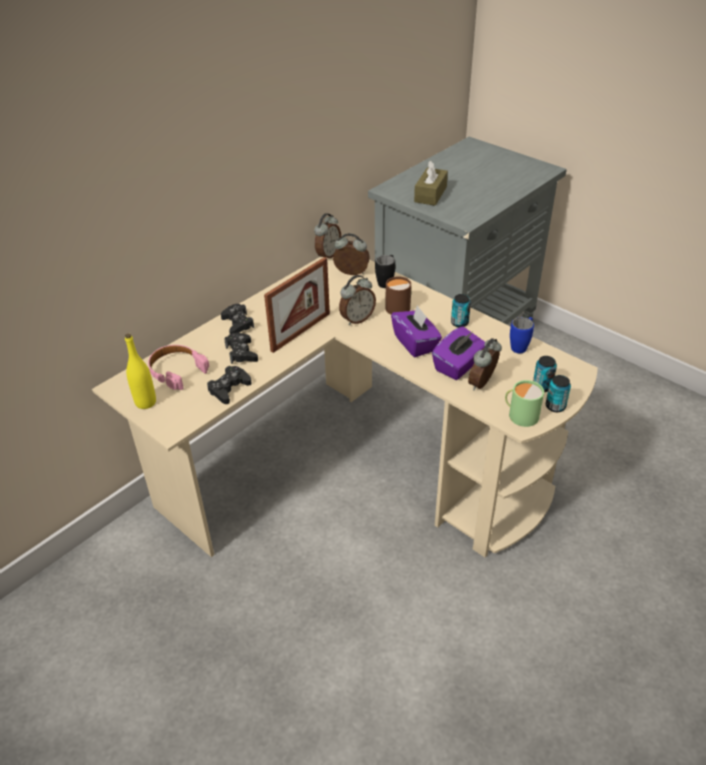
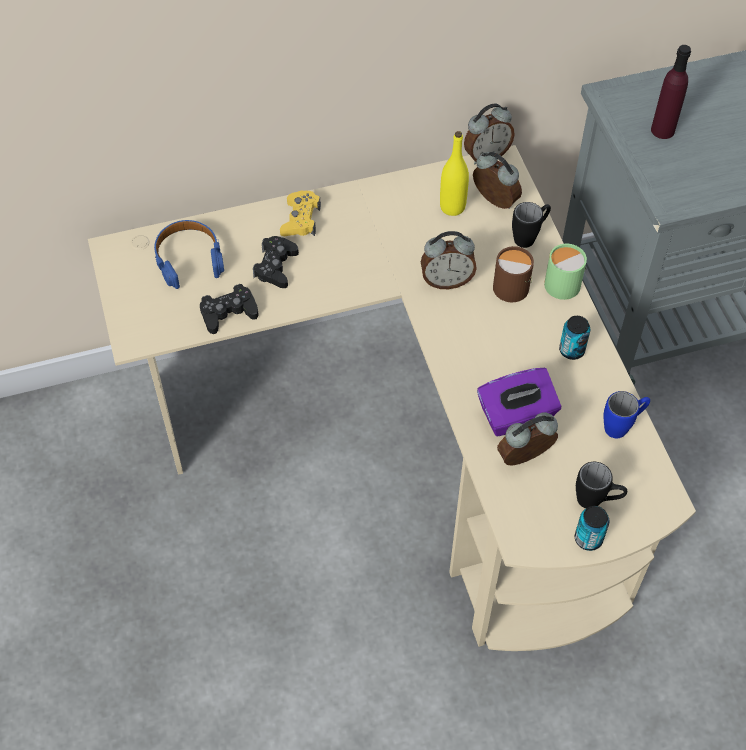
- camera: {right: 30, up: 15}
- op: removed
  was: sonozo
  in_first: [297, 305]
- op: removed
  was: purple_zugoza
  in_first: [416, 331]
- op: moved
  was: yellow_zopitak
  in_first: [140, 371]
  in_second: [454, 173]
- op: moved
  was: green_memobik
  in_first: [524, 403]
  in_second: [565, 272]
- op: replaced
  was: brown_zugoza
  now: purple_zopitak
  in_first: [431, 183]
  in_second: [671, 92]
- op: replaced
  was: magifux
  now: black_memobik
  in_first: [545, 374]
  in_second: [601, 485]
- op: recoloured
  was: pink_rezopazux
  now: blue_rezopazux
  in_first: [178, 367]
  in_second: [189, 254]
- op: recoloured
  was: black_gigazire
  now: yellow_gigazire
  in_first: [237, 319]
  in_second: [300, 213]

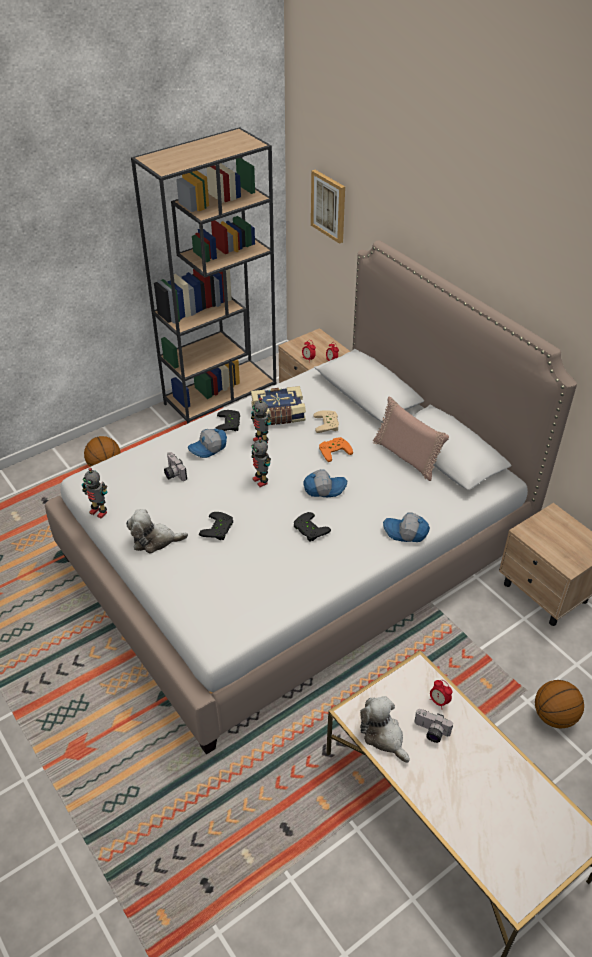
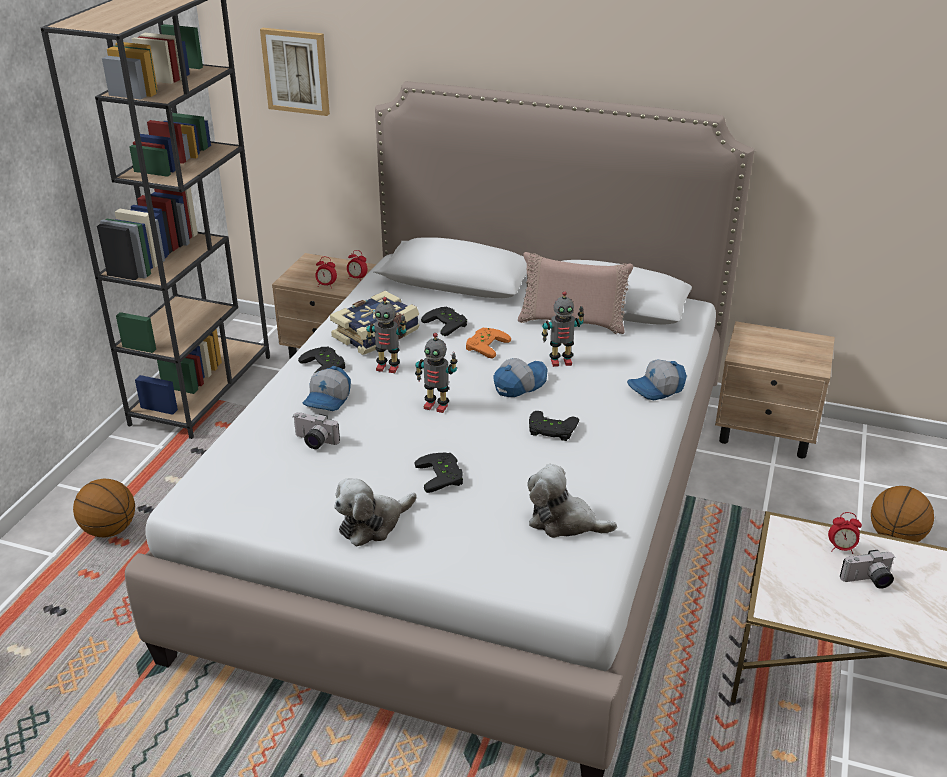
- camera: {right: -35, up: -10}
- op: moved
  was: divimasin
  in_first: [94, 493]
  in_second: [563, 329]
- op: moved
  was: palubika
  in_first: [385, 729]
  in_second: [572, 501]
- op: recoloured
  was: beige_gigazire
  now: black_gigazire
  in_first: [326, 421]
  in_second: [444, 321]

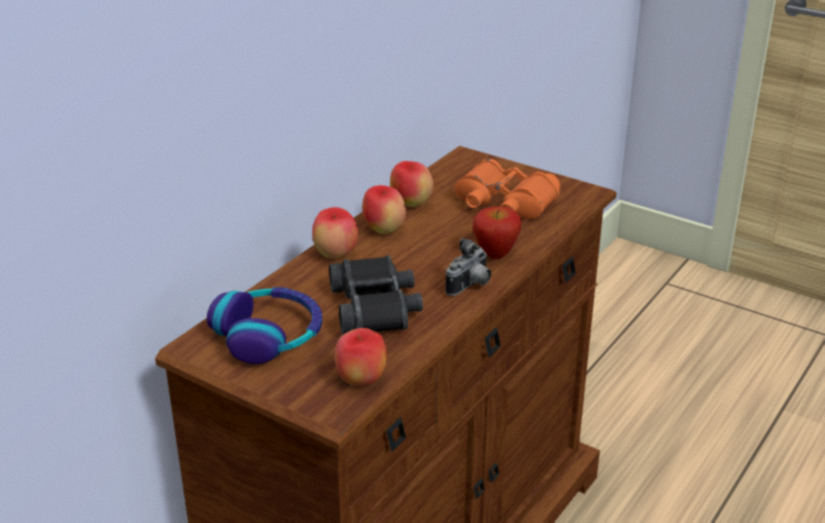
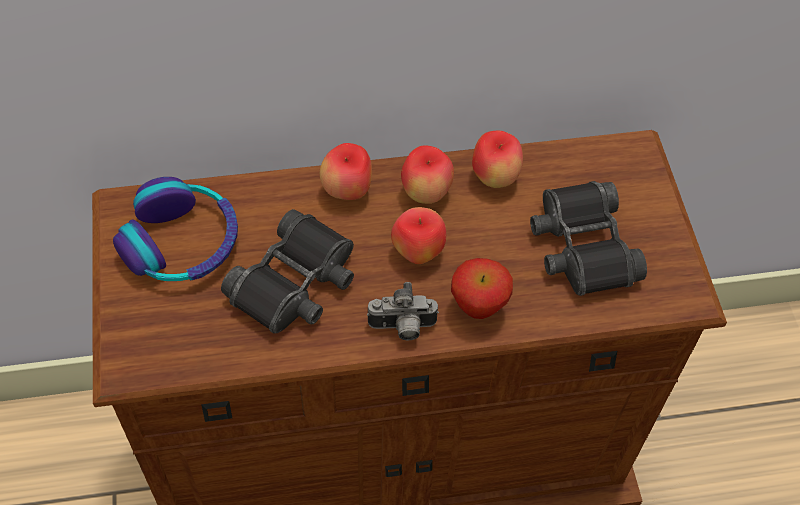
- camera: {right: 45, up: 25}
- op: moved
  was: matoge
  in_first: [361, 356]
  in_second: [418, 235]
- op: recoloured
  was: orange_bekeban
  now: black_bekeban
  in_first: [507, 189]
  in_second: [588, 238]

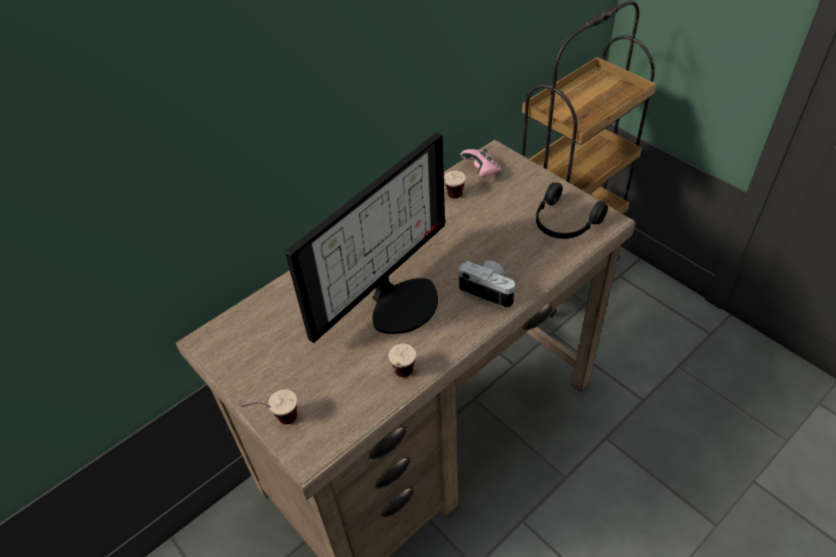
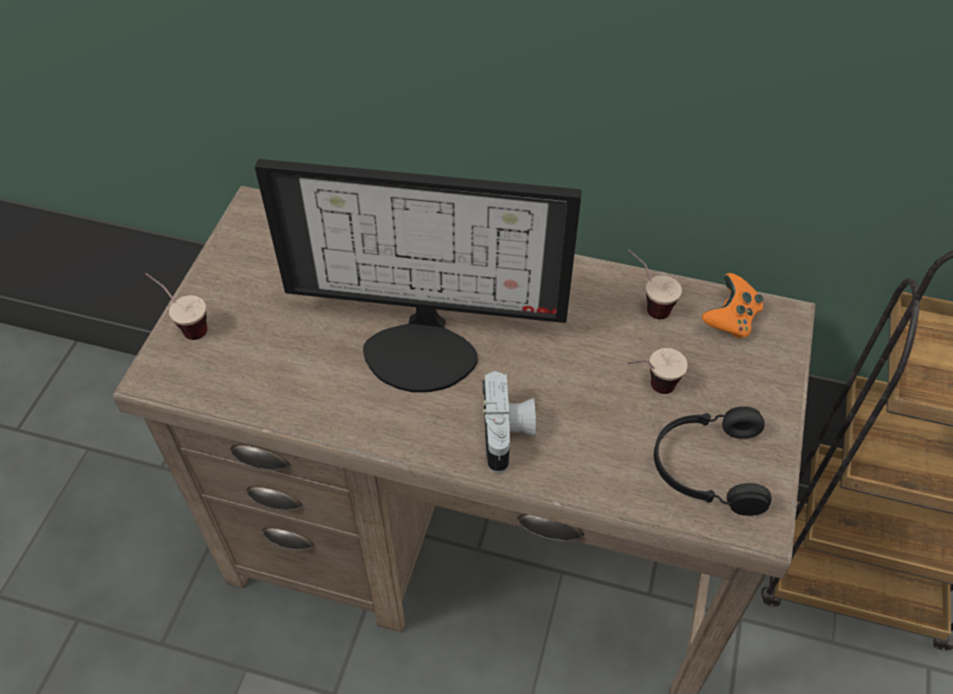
- camera: {right: 55, up: 5}
- op: moved
  was: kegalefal
  in_first: [402, 360]
  in_second: [657, 371]
- op: recoloured
  was: pink_gigazire
  now: orange_gigazire
  in_first: [480, 163]
  in_second: [732, 306]

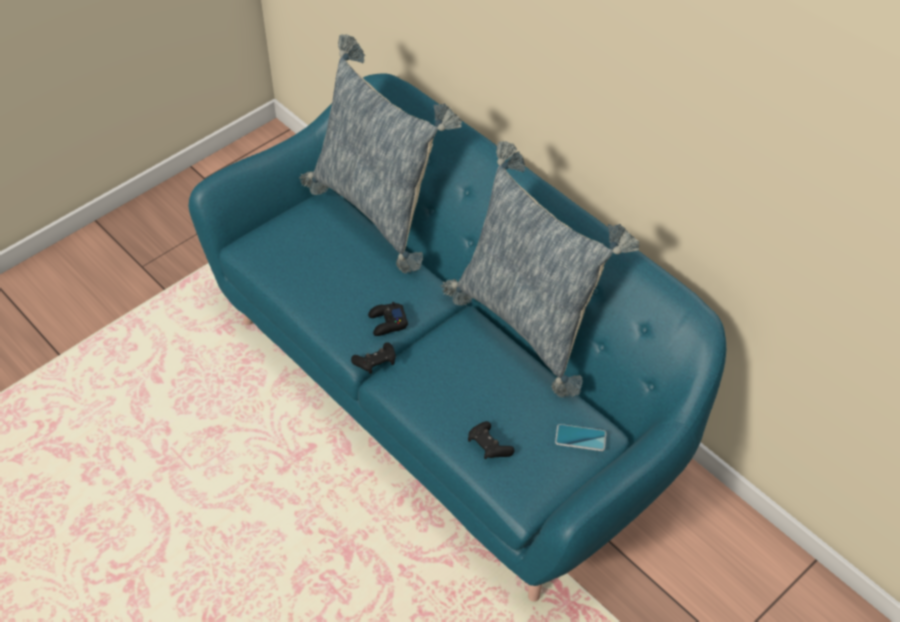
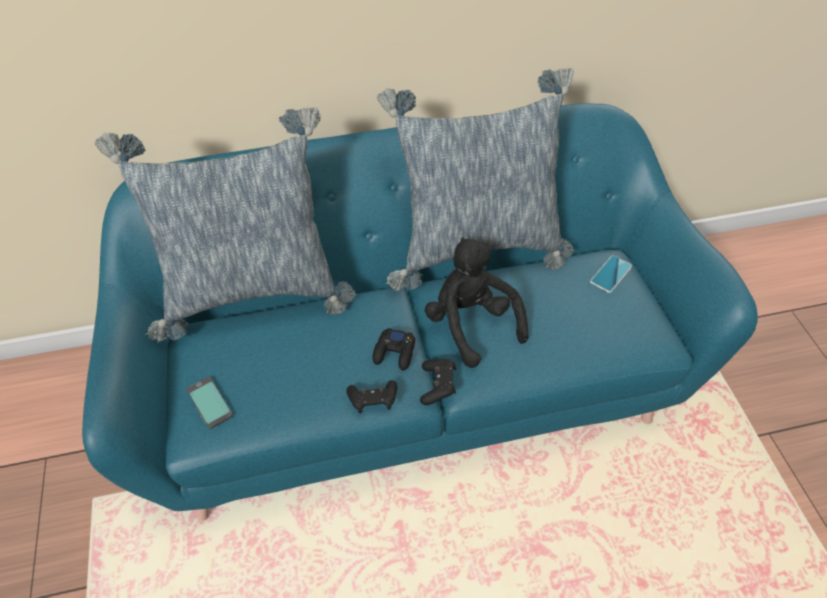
- camera: {right: -60, up: 0}
- op: added
  now: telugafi
  in_second: [209, 403]
- op: added
  now: black_palubika
  in_second: [477, 302]
- op: moved
  was: black_gigazire
  in_first: [491, 440]
  in_second: [372, 397]

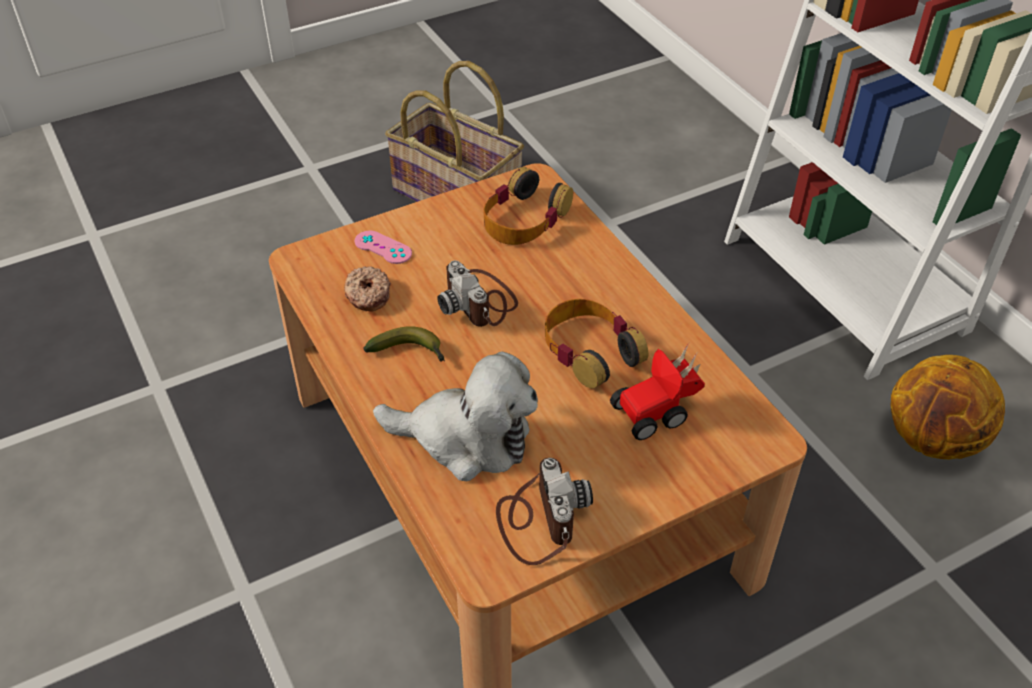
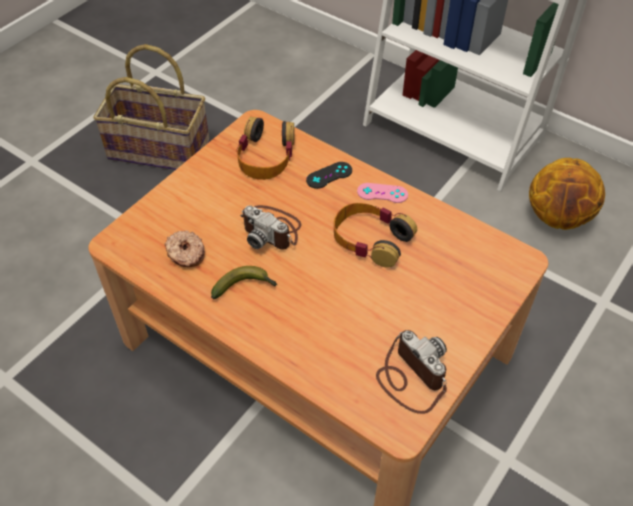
- camera: {right: -25, up: 5}
- op: removed
  was: palubika
  in_first: [455, 416]
- op: removed
  was: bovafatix
  in_first: [657, 391]
- op: added
  now: black_gigazire
  in_second: [329, 175]
- op: moved
  was: pink_gigazire
  in_first: [383, 247]
  in_second: [382, 193]

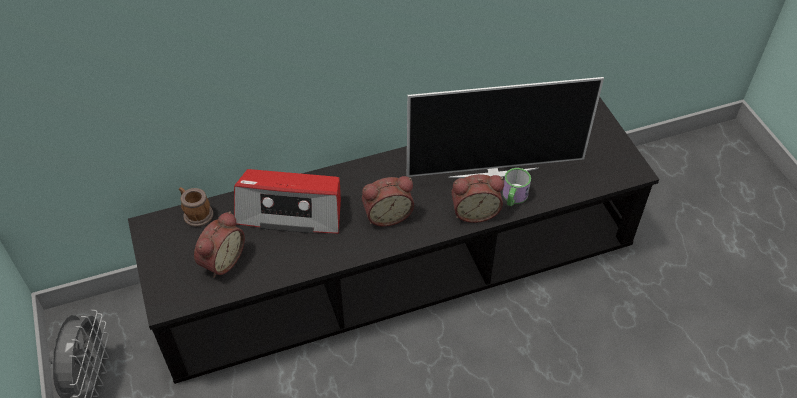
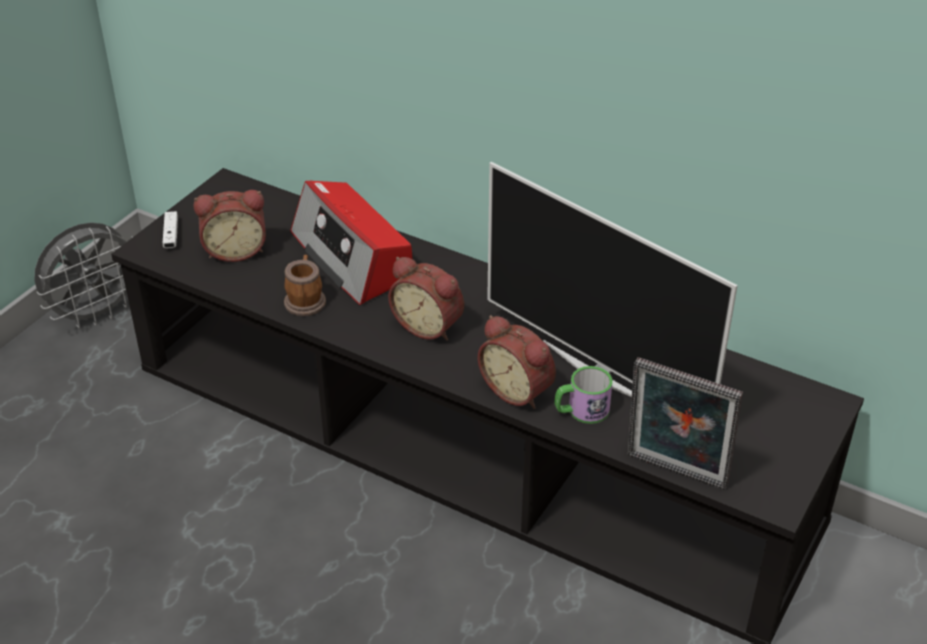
- camera: {right: 50, up: -10}
- op: added
  now: white_gigazire
  in_second: [170, 229]
- op: added
  now: sonozo
  in_second: [685, 423]
- op: moved
  was: memobik
  in_first: [196, 207]
  in_second: [305, 285]

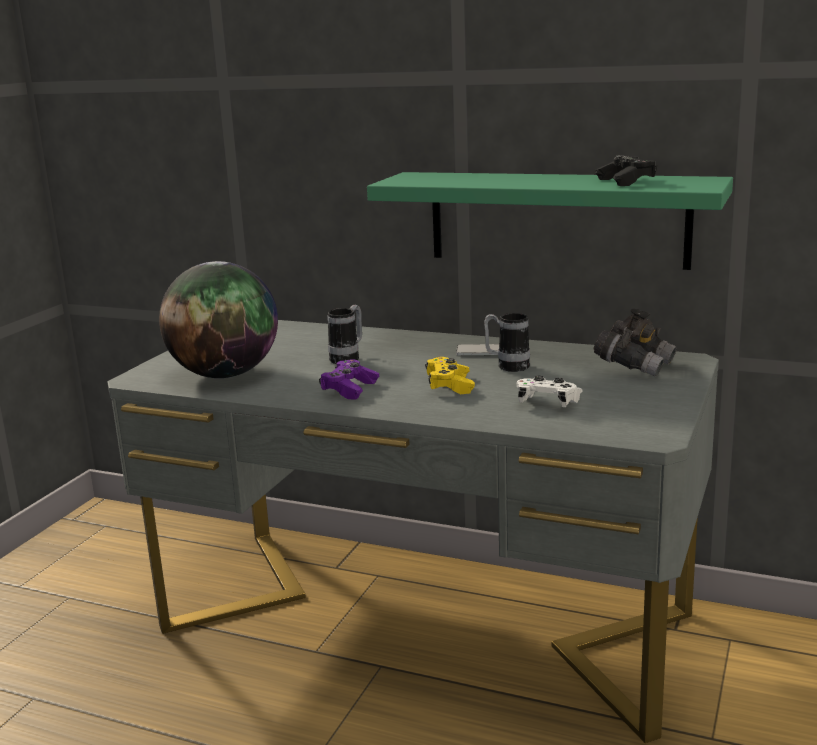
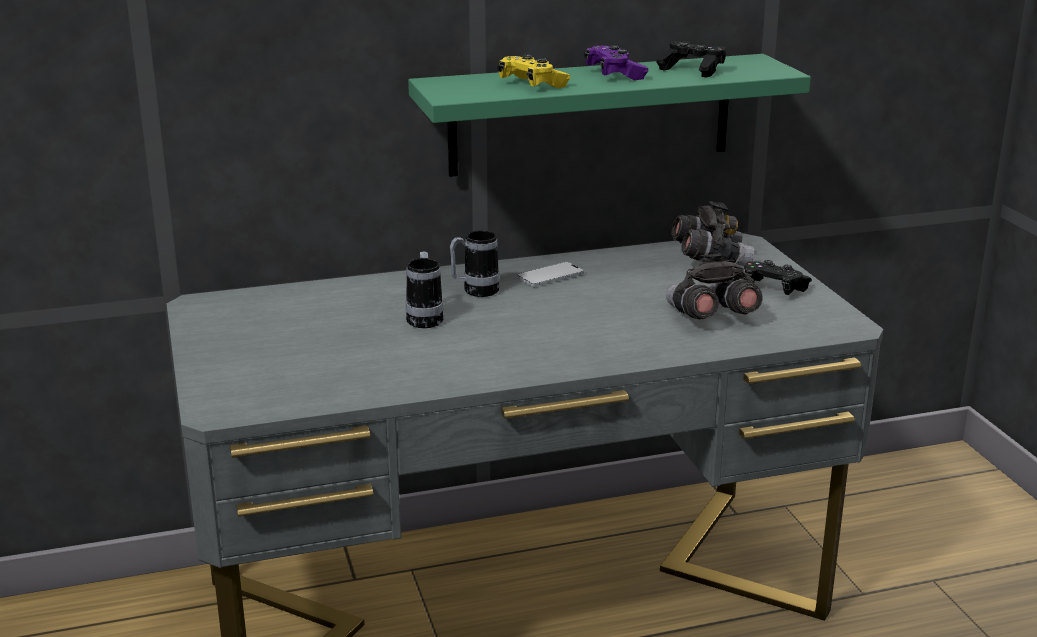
- camera: {right: -40, up: 5}
- op: removed
  was: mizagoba
  in_first: [218, 319]
- op: added
  now: black_gigazire
  in_second: [778, 277]
- op: moved
  was: purple_gigazire
  in_first: [349, 379]
  in_second: [616, 62]
- op: moved
  was: yellow_gigazire
  in_first: [450, 375]
  in_second: [534, 71]
- op: moved
  was: memobik
  in_first: [507, 342]
  in_second: [475, 263]
- op: replaced
  was: white_gigazire
  now: grey_bekeban
  in_first: [550, 391]
  in_second: [714, 286]

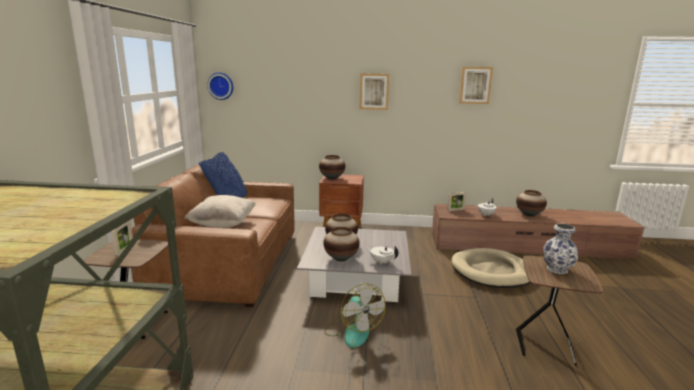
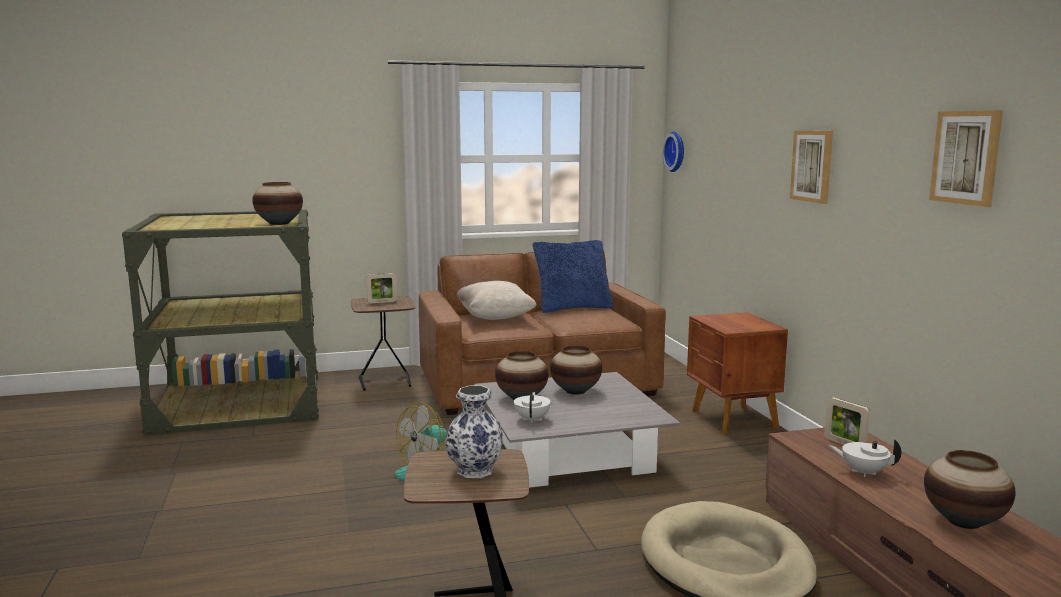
- camera: {right: 70, up: -5}
- op: moved
  was: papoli
  in_first: [332, 167]
  in_second: [277, 203]

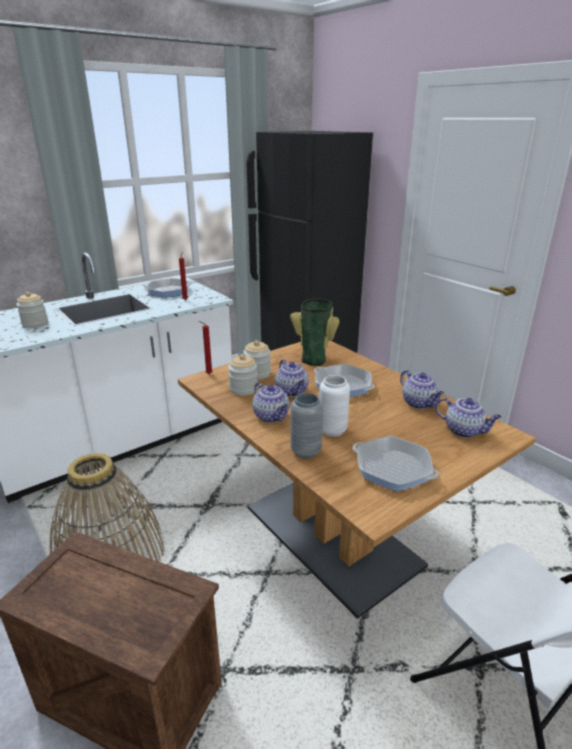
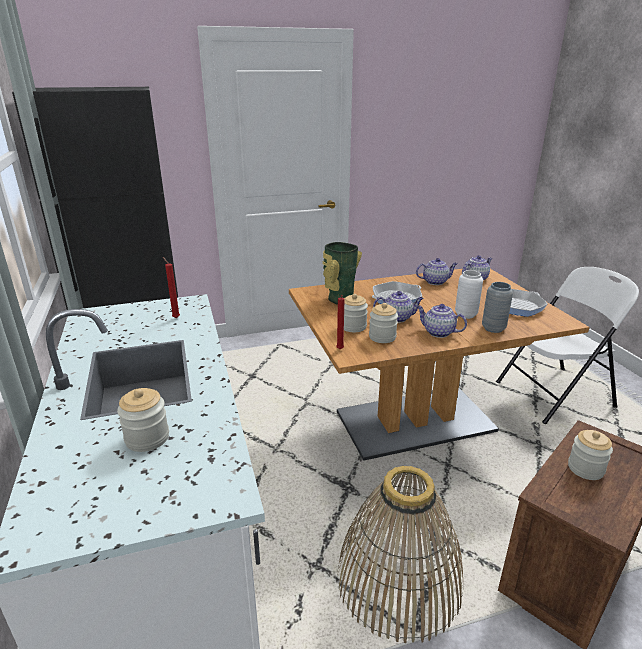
- camera: {right: -70, up: 0}
- op: removed
  was: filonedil
  in_first: [168, 288]
- op: added
  now: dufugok
  in_second: [590, 455]
- op: turned
  was: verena
  in_first: [270, 402]
  in_second: [441, 321]
  clockwise: -135

